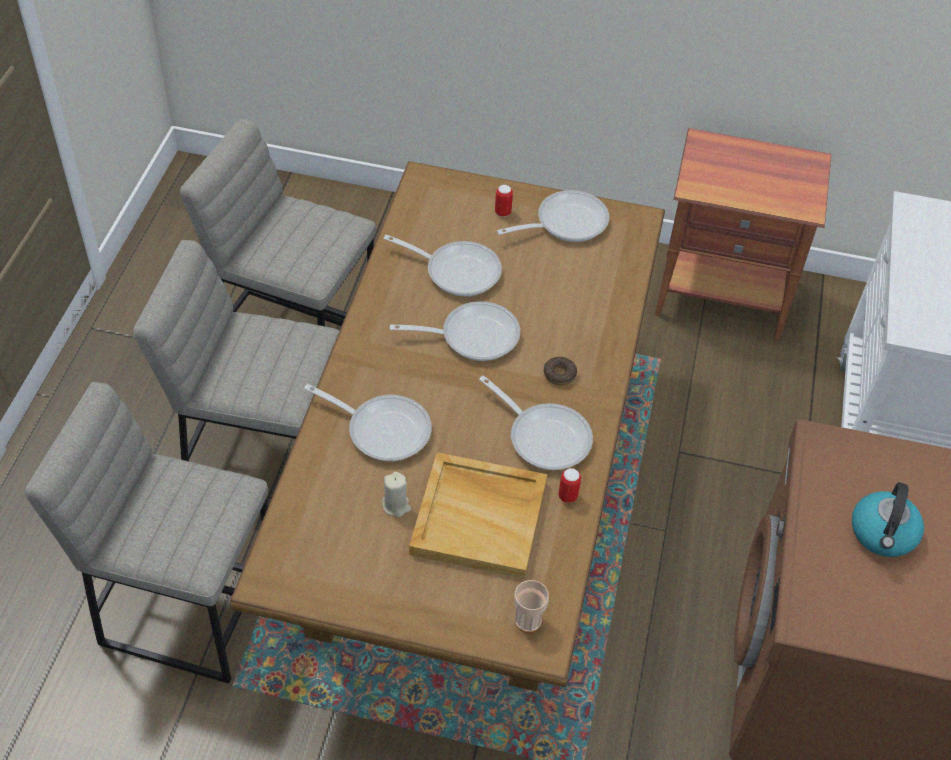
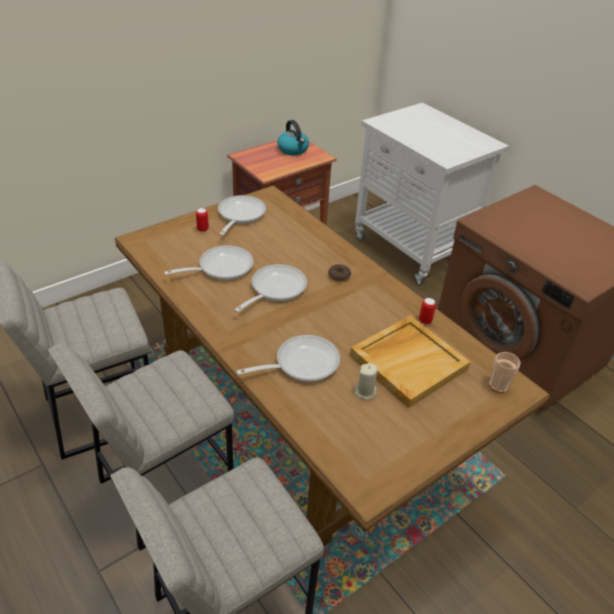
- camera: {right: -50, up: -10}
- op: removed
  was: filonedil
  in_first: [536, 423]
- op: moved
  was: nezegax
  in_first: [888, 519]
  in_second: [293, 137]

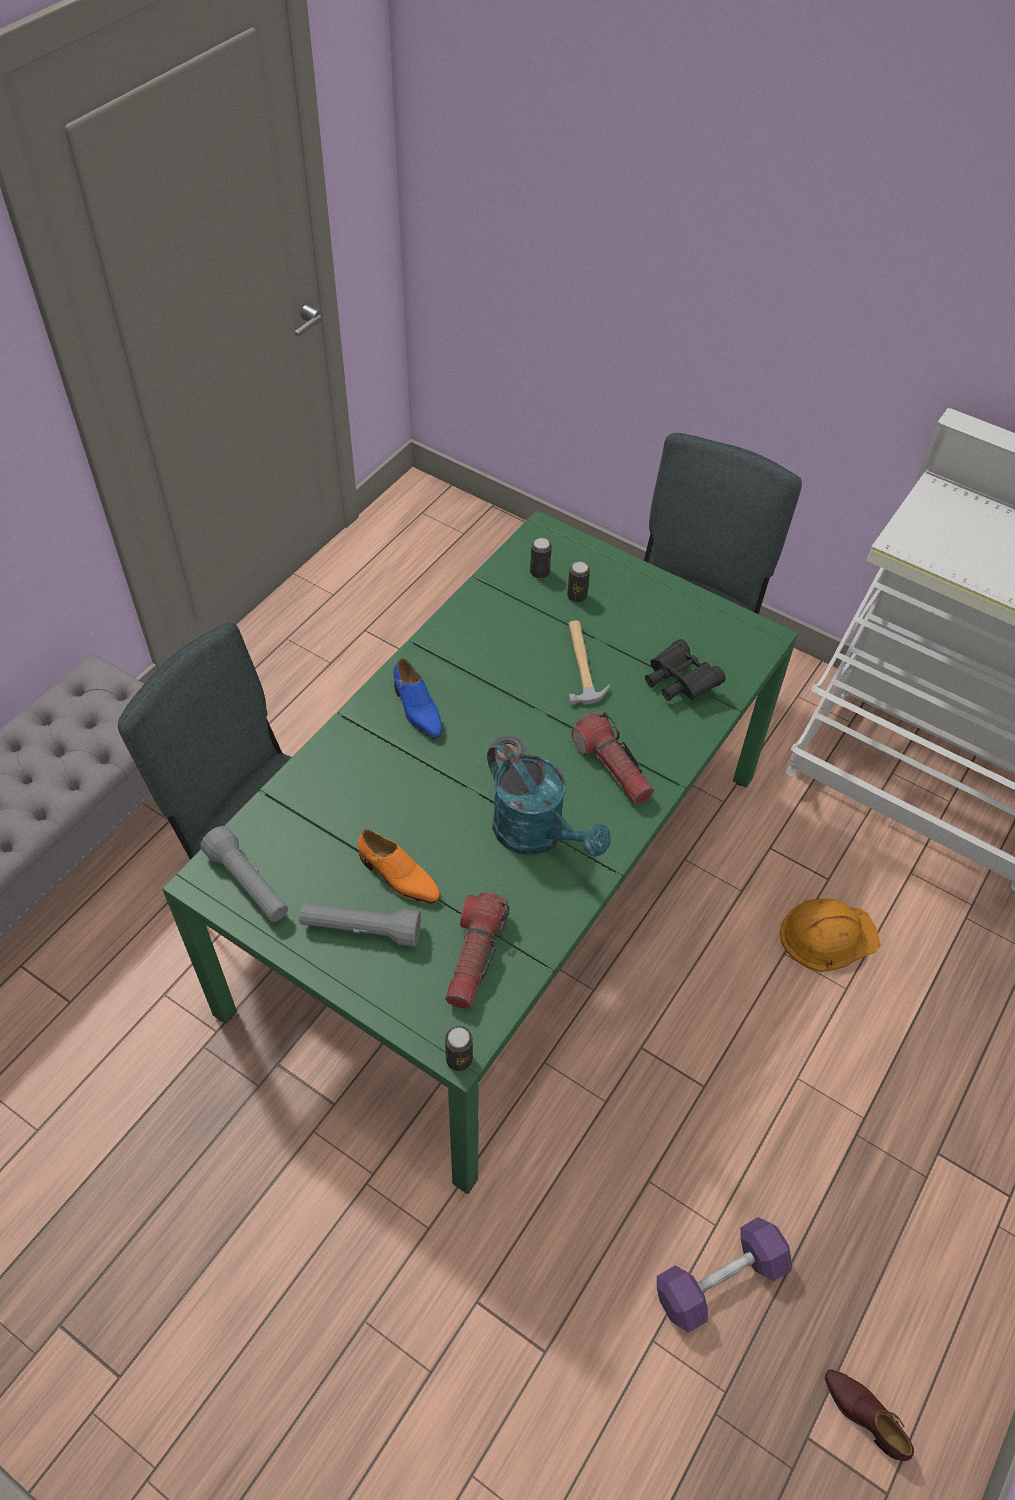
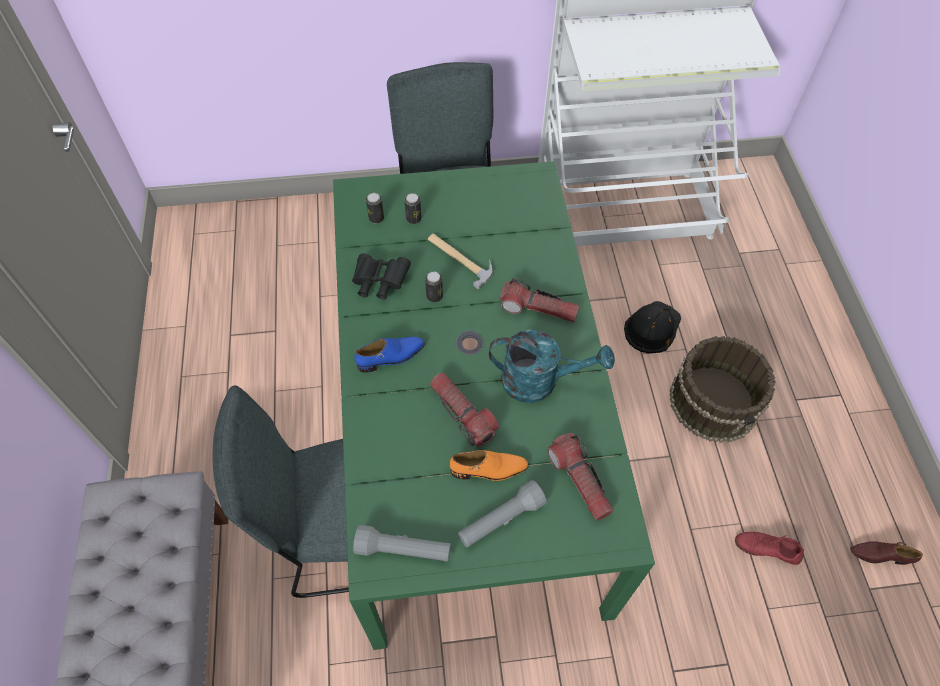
- camera: {right: -40, up: 5}
- op: added
  now: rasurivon
  in_second: [464, 409]
- op: added
  now: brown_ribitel
  in_second: [722, 389]
- op: moved
  was: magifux
  in_first: [459, 1048]
  in_second: [434, 286]
- op: moved
  was: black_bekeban
  in_first: [685, 670]
  in_second: [381, 276]
- op: replaced
  was: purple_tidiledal
  now: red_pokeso
  in_first: [724, 1275]
  in_second: [769, 548]
- op: recoloured
  was: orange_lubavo
  now: black_lubavo
  in_first: [830, 935]
  in_second: [652, 327]
- op: turned
  was: blue_pokeso
  in_first: [417, 698]
  in_second: [390, 355]
  clockwise: -45

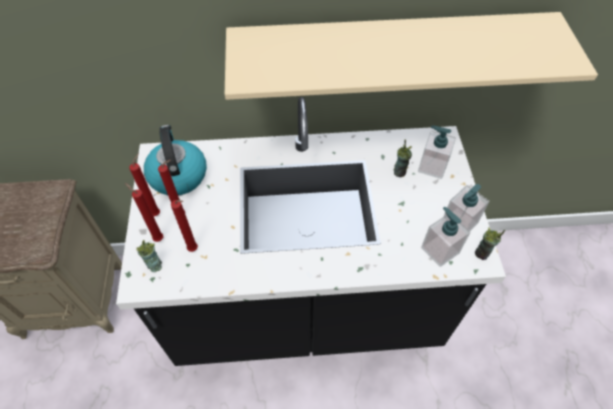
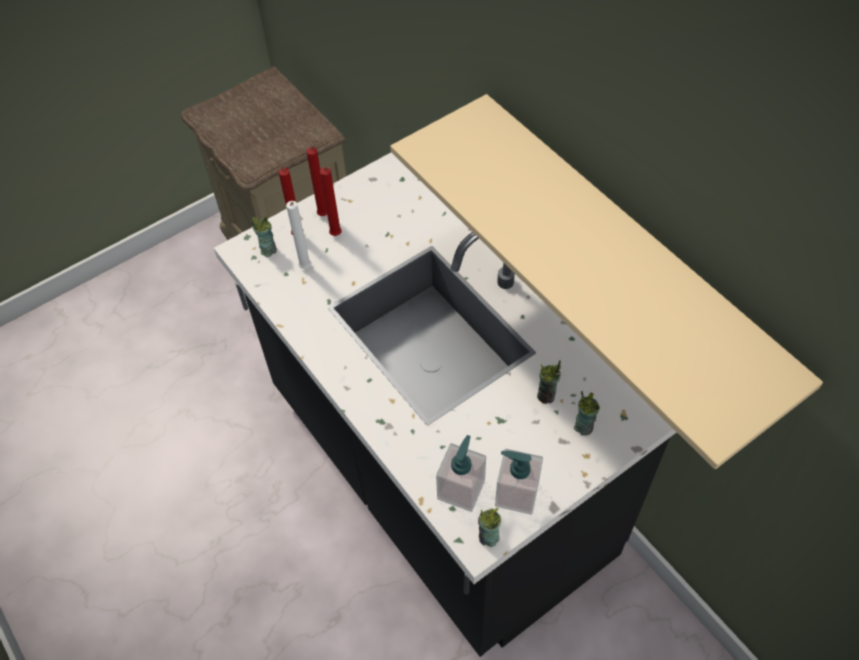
- camera: {right: 60, up: 0}
- op: removed
  was: nezegax
  in_first: [175, 160]
- op: replaced
  was: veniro
  now: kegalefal
  in_first: [437, 152]
  in_second: [587, 413]
- op: recoloured
  was: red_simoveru
  now: white_simoveru
  in_first: [184, 226]
  in_second: [298, 235]

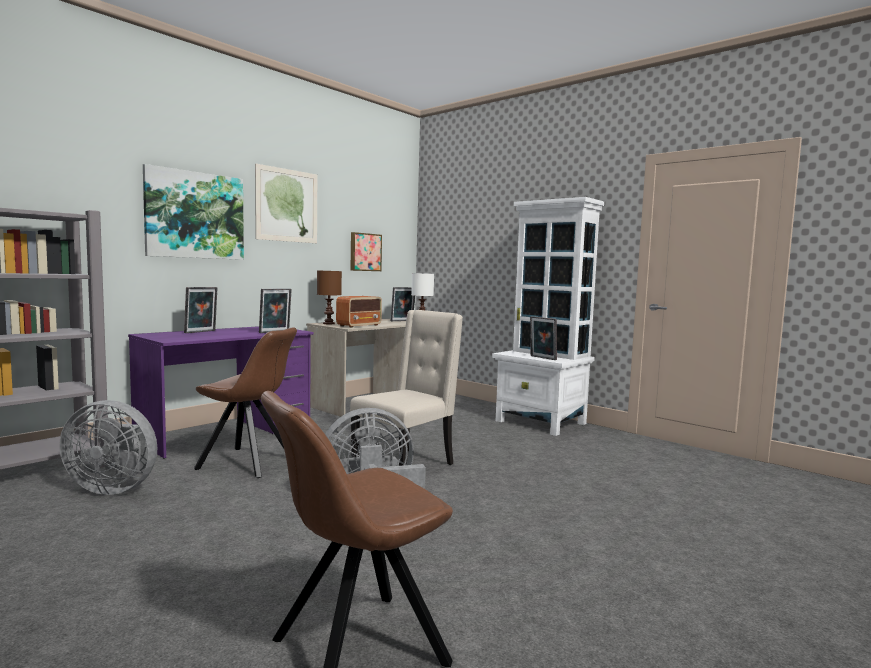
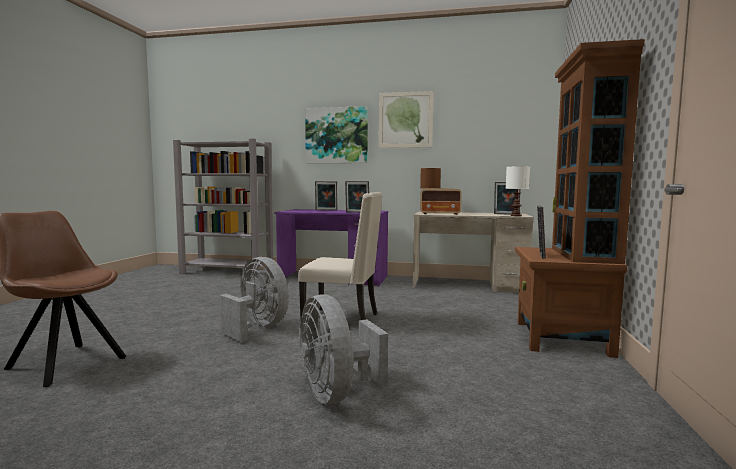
- camera: {right: 60, up: 0}
- op: removed
  was: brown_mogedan
  in_first: [245, 402]
- op: removed
  was: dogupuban
  in_first: [366, 251]
- op: moved
  was: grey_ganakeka
  in_first: [108, 447]
  in_second: [343, 349]
- op: recoloured
  was: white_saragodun
  now: brown_saragodun
  in_first: [548, 316]
  in_second: [580, 198]

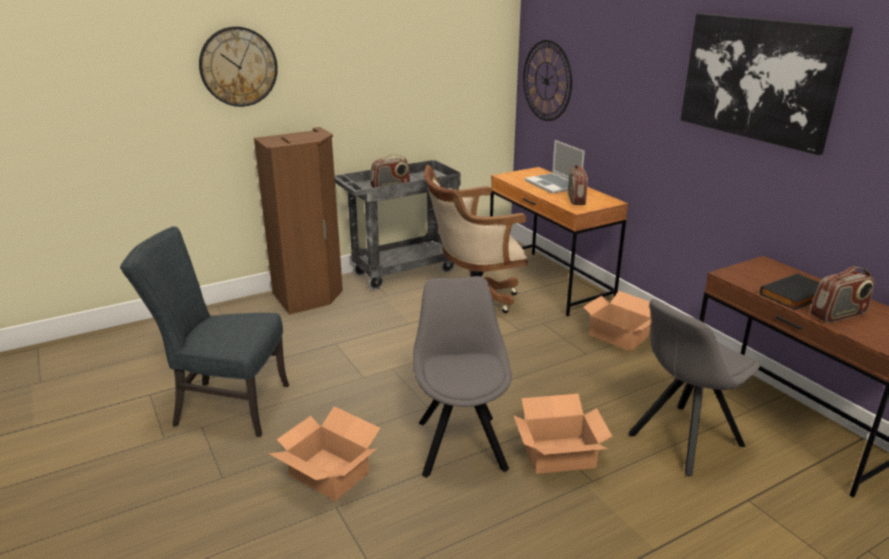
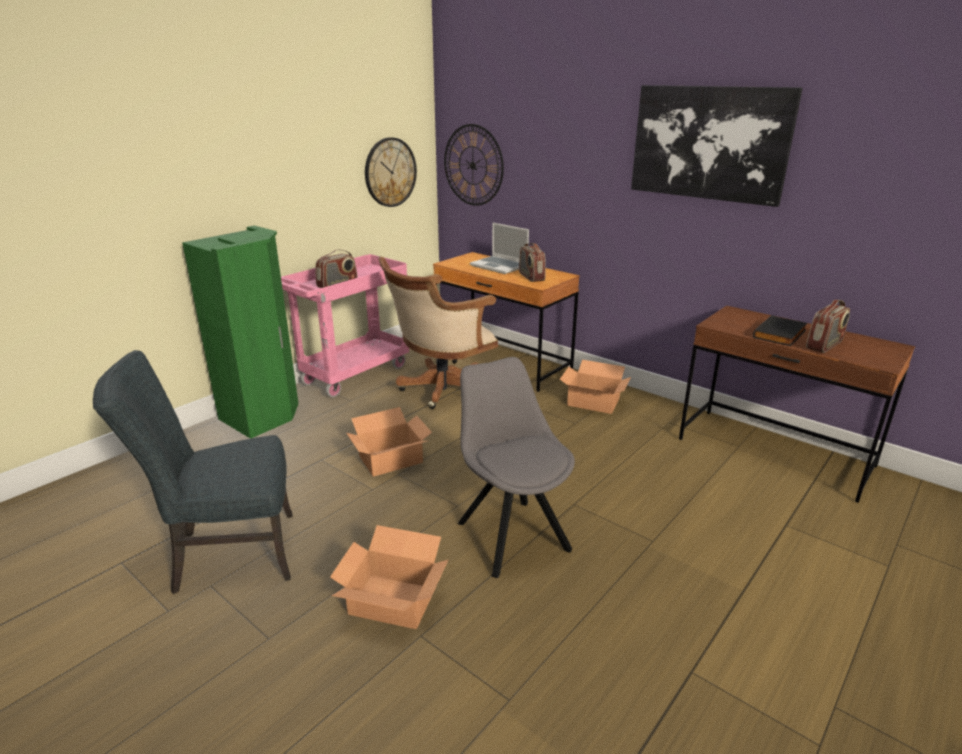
- camera: {right: -20, up: 0}
- op: removed
  was: grey_mogedan
  in_first: [694, 387]
- op: moved
  was: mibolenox
  in_first: [238, 66]
  in_second: [391, 172]
- op: moved
  was: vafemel
  in_first: [562, 434]
  in_second: [389, 442]
- op: recoloured
  was: brown_saragodun
  now: green_saragodun
  in_first: [298, 221]
  in_second: [240, 332]
- op: recoloured
  was: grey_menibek
  now: pink_menibek
  in_first: [398, 225]
  in_second: [345, 325]

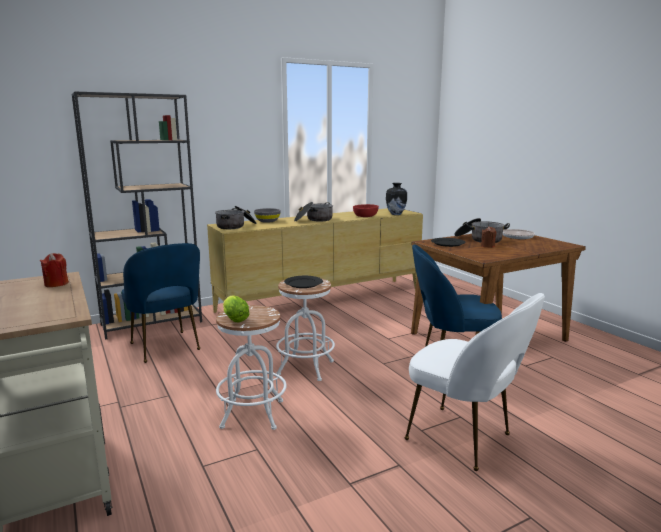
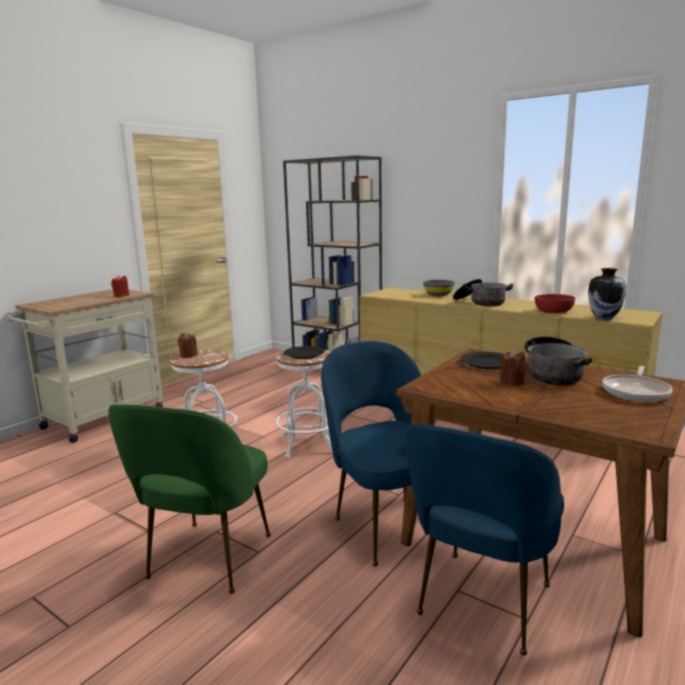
- camera: {right: 65, up: 0}
- op: removed
  was: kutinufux
  in_first: [236, 217]
- op: moved
  was: blue_mogedan
  in_first: [161, 303]
  in_second: [484, 539]
- op: replaced
  was: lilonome
  now: brown_simoveru
  in_first: [236, 309]
  in_second: [188, 345]
- op: recoloured
  was: white_mogedan
  now: green_mogedan
  in_first: [475, 382]
  in_second: [189, 499]

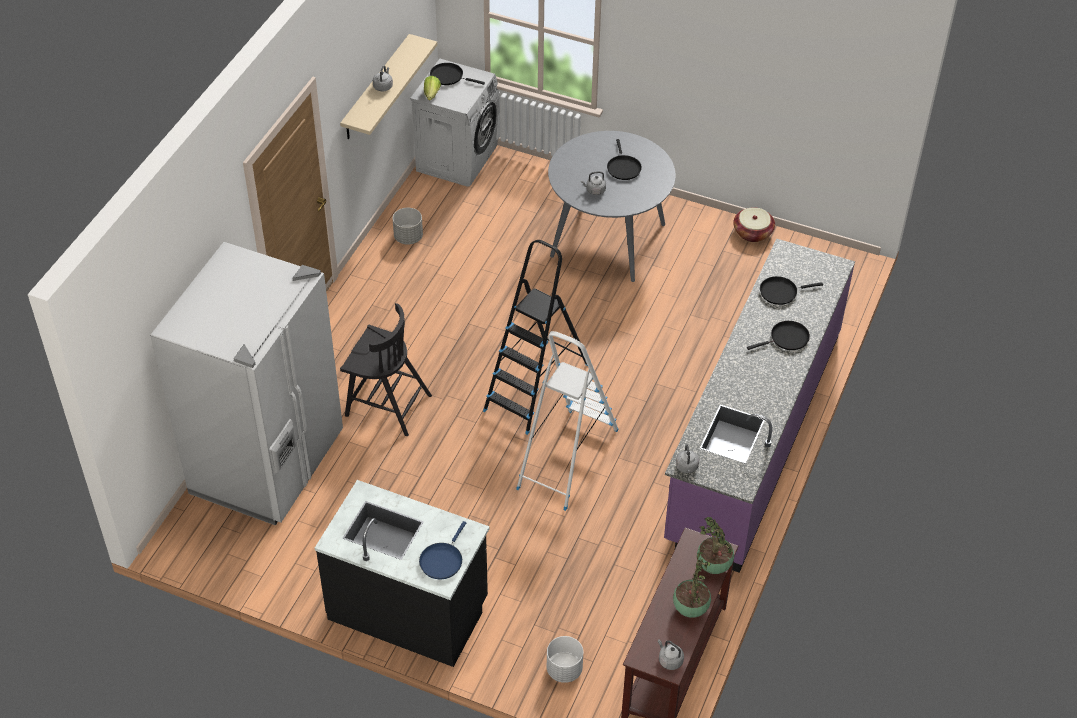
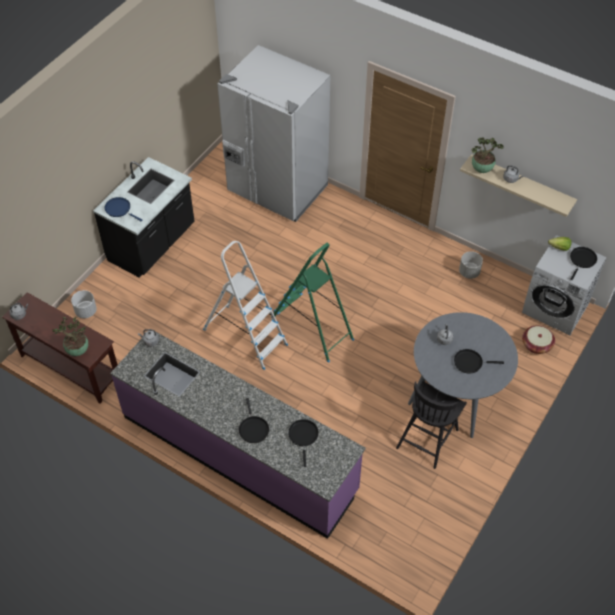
- camera: {right: 100, up: 5}
- op: moved
  was: black_mogedan
  in_first: [386, 369]
  in_second: [431, 425]
- op: moved
  was: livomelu
  in_first: [692, 585]
  in_second: [487, 155]
- op: moved
  was: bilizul
  in_first: [754, 224]
  in_second: [538, 339]
- op: recoloured
  was: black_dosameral
  now: green_dosameral
  in_first: [535, 337]
  in_second: [312, 302]

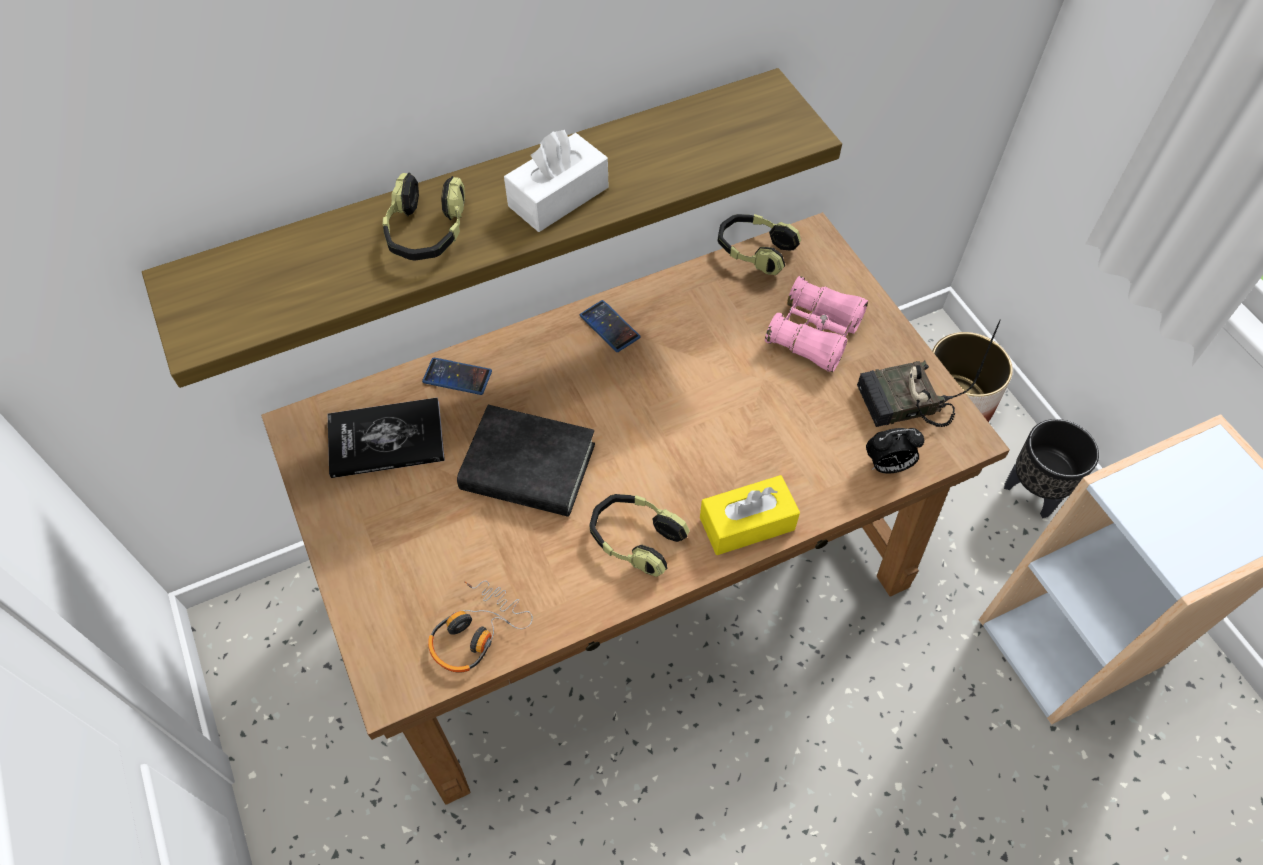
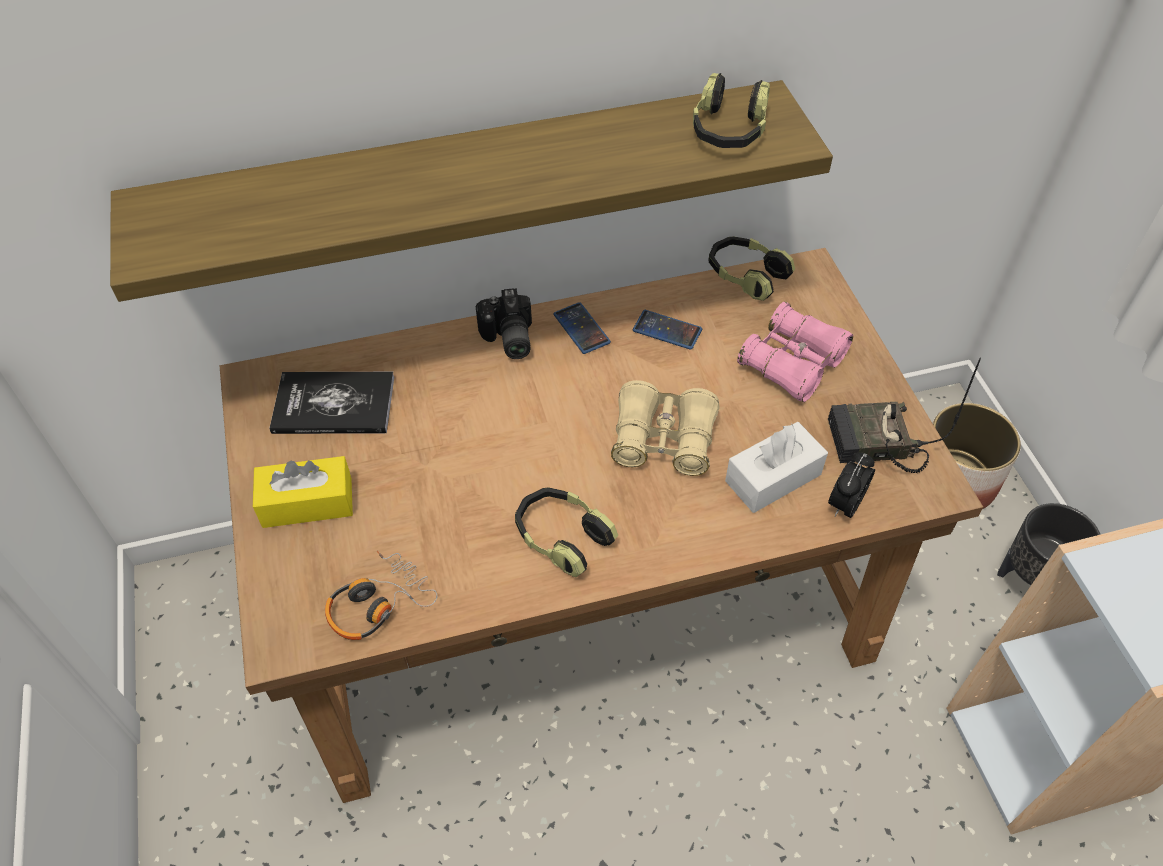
- camera: {right: 10, up: -5}
- op: removed
  was: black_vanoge
  in_first: [526, 461]
- op: added
  now: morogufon
  in_second: [504, 323]
- op: added
  now: beige_bekeban
  in_second: [665, 428]
- op: moved
  was: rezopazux
  in_first: [423, 216]
  in_second: [731, 110]
- op: moved
  was: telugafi
  in_first: [457, 376]
  in_second: [667, 330]
- op: moved
  was: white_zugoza
  in_first: [556, 181]
  in_second: [776, 467]
- op: moved
  was: yellow_zugoza
  in_first: [750, 515]
  in_second: [303, 492]
- op: turned
  was: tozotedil
  in_first: [895, 451]
  in_second: [851, 485]
  clockwise: 120

